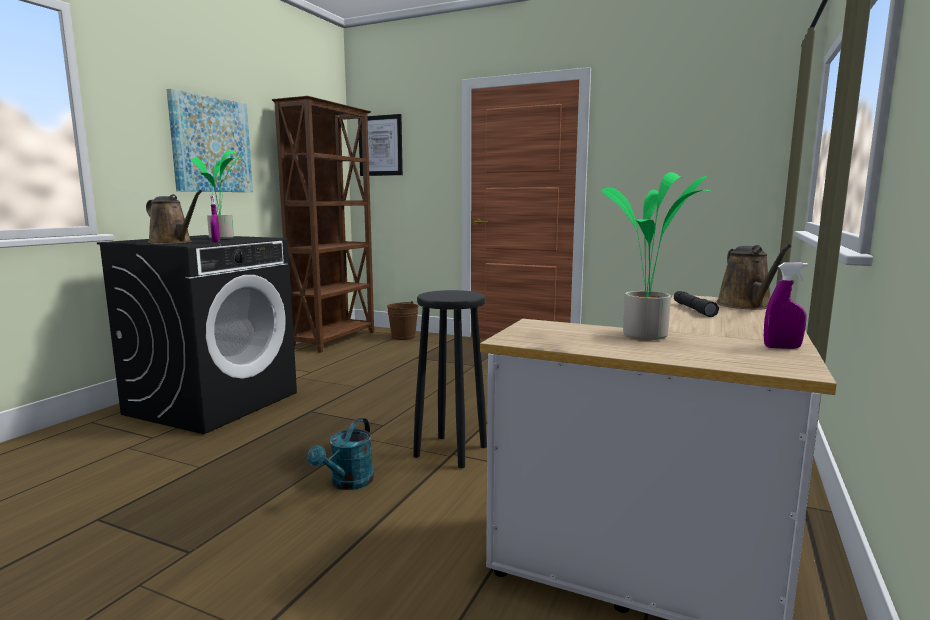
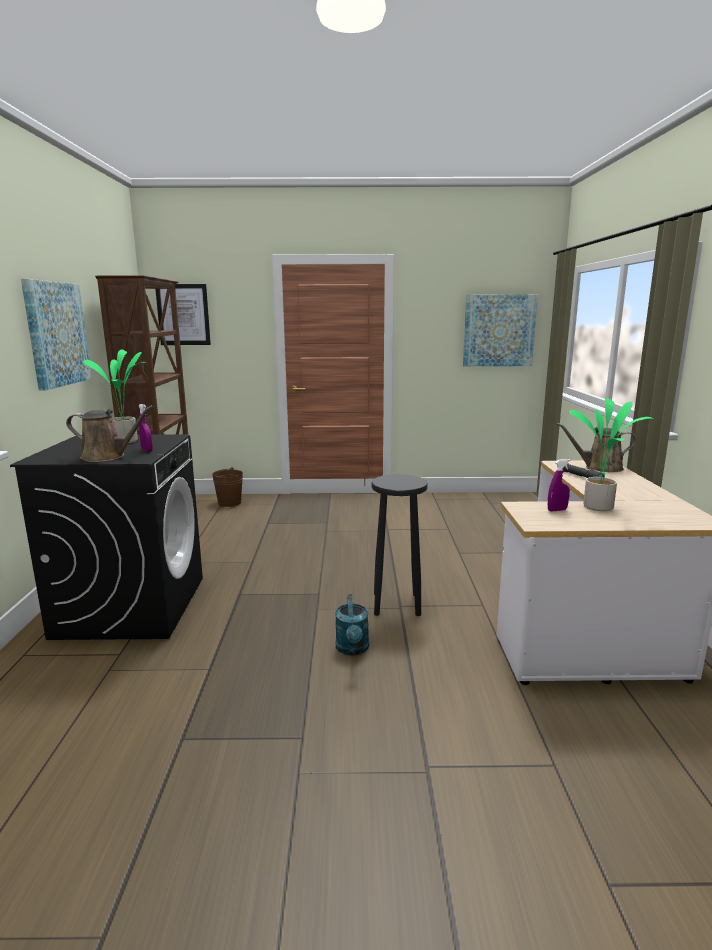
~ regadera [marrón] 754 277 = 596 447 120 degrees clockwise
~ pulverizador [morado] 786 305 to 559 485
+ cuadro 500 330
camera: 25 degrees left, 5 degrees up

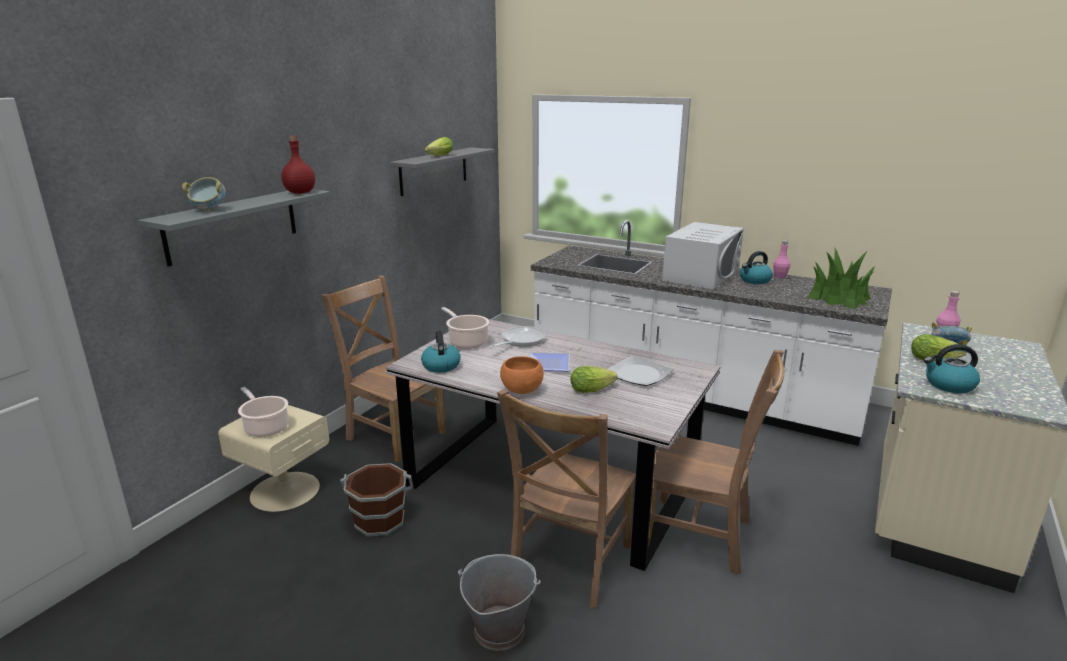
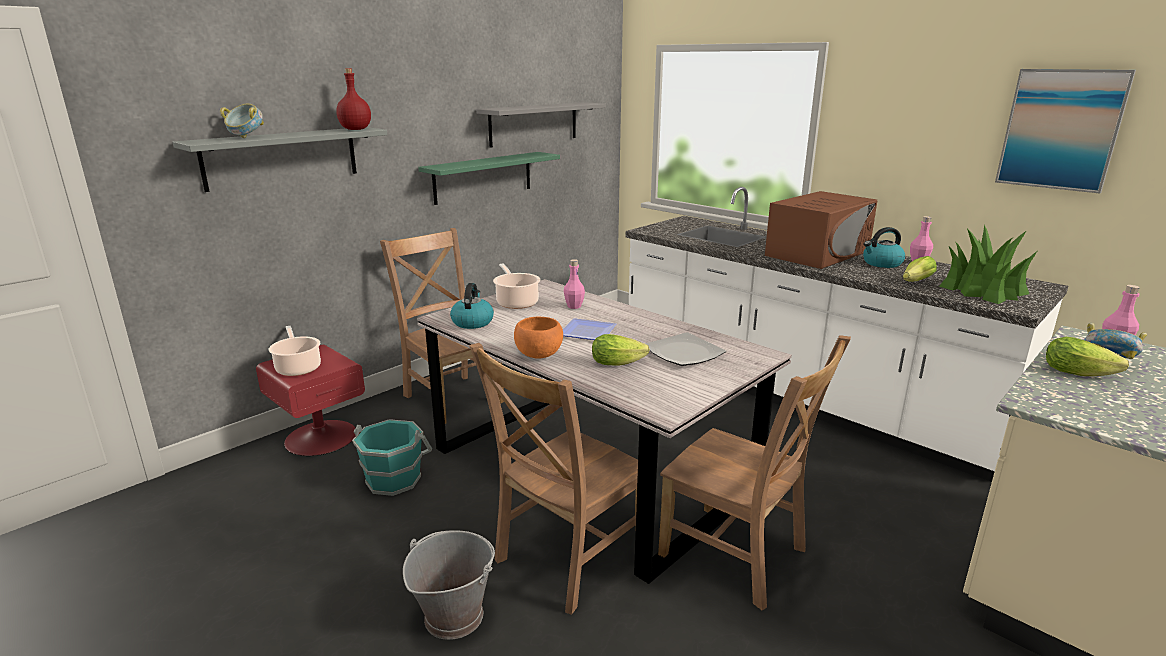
~ lechuga 439 146 to 920 269
~ microondas [blanco] 702 255 to microondas [marrón] 821 230
~ sartén 518 337 to botella [rosa] 574 284
- hervidor 952 368
~ mesita de noche [beis] 273 458 to mesita de noche [rojo] 310 400
~ cubo [marrón] 376 499 to cubo [turquesa] 392 457
+ cuadro 1065 131
+ estante [verde] 489 178
camera: 15 degrees right, 0 degrees up

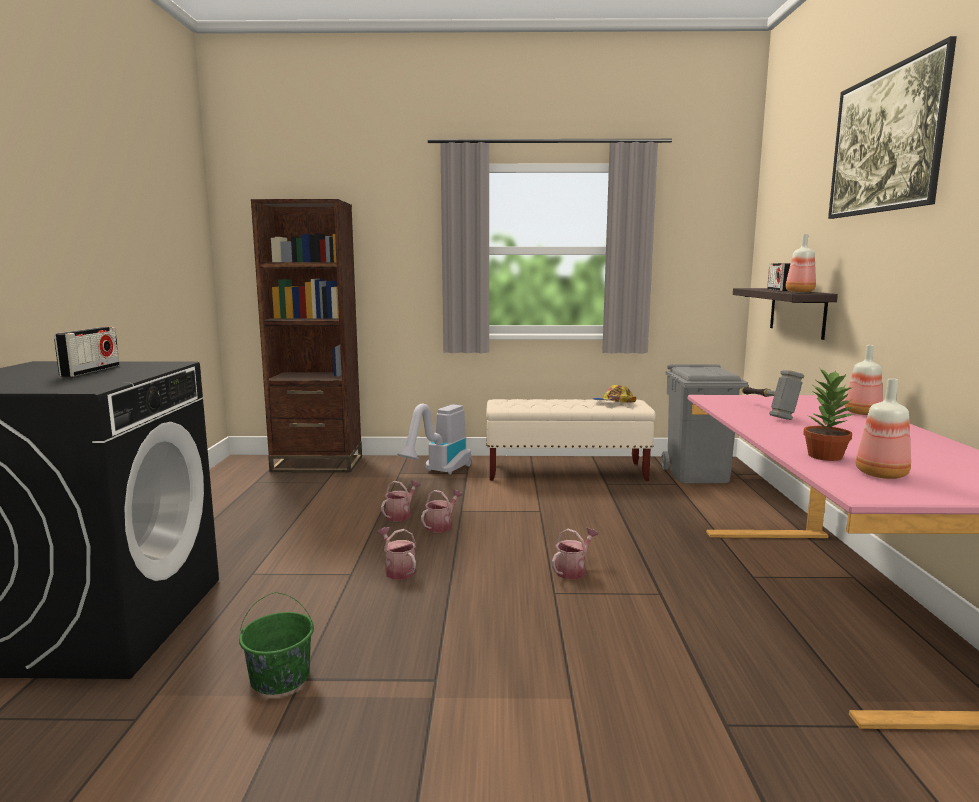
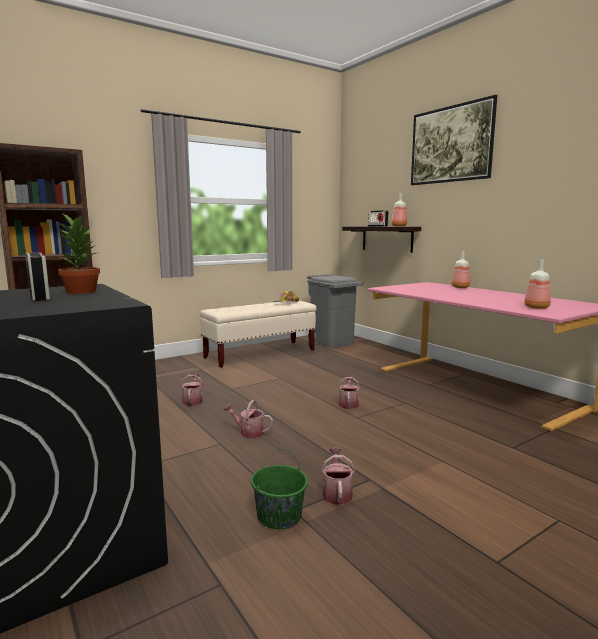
~ planta en maceta 828 415 to 79 253
- martillo 773 395
- aspiradora 434 439
~ regadera 441 511 to 338 476
camera: 35 degrees left, 0 degrees up

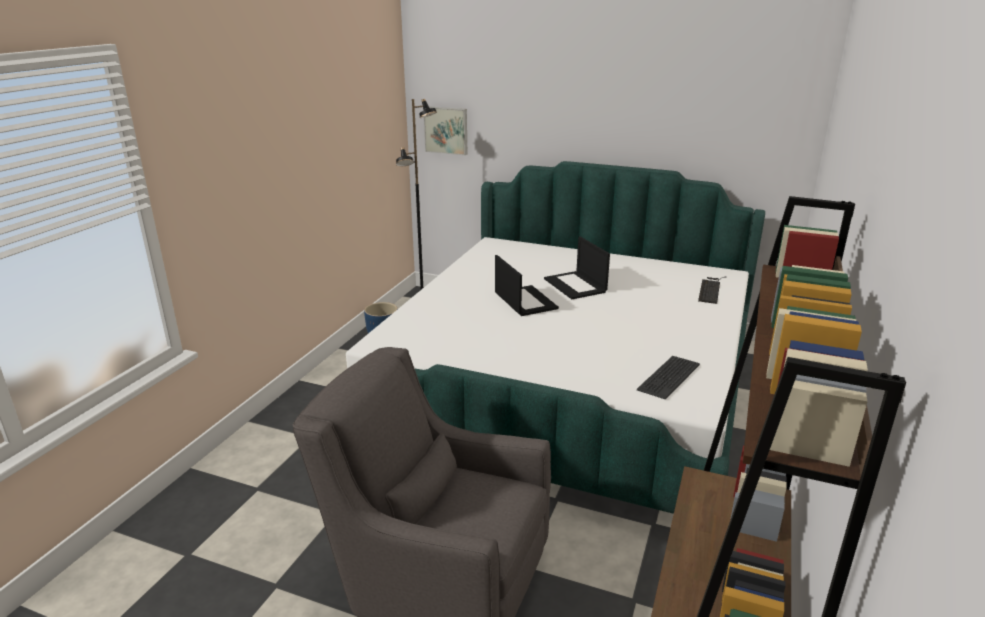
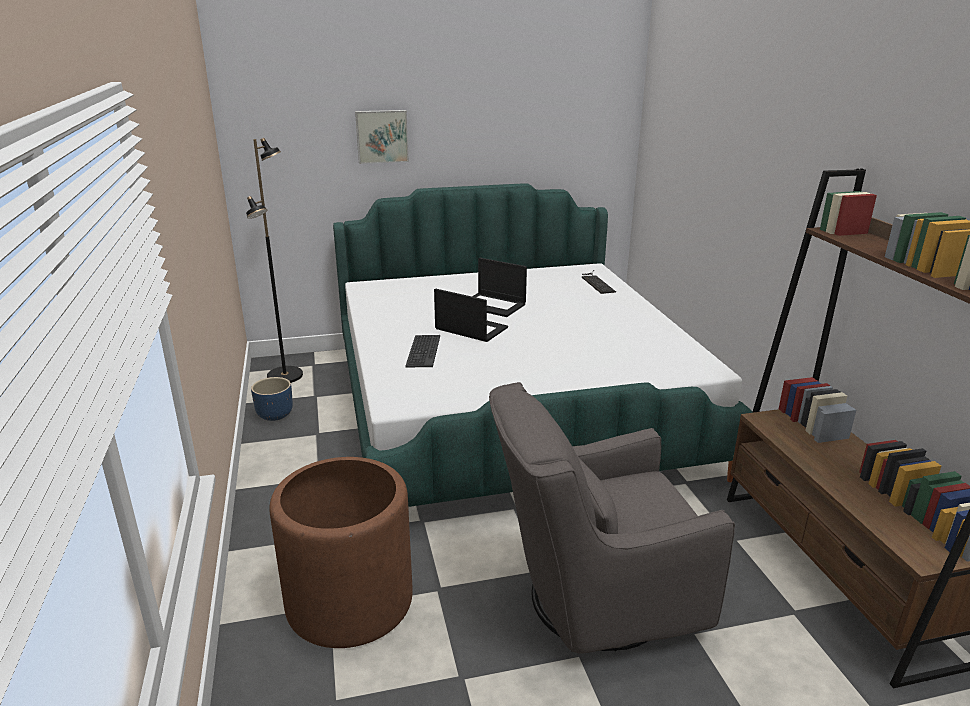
~ cuadro 445 130 to 382 137
~ teclado 668 378 to 422 351
+ maceta [marrón] 341 552
camera: 35 degrees left, 0 degrees up

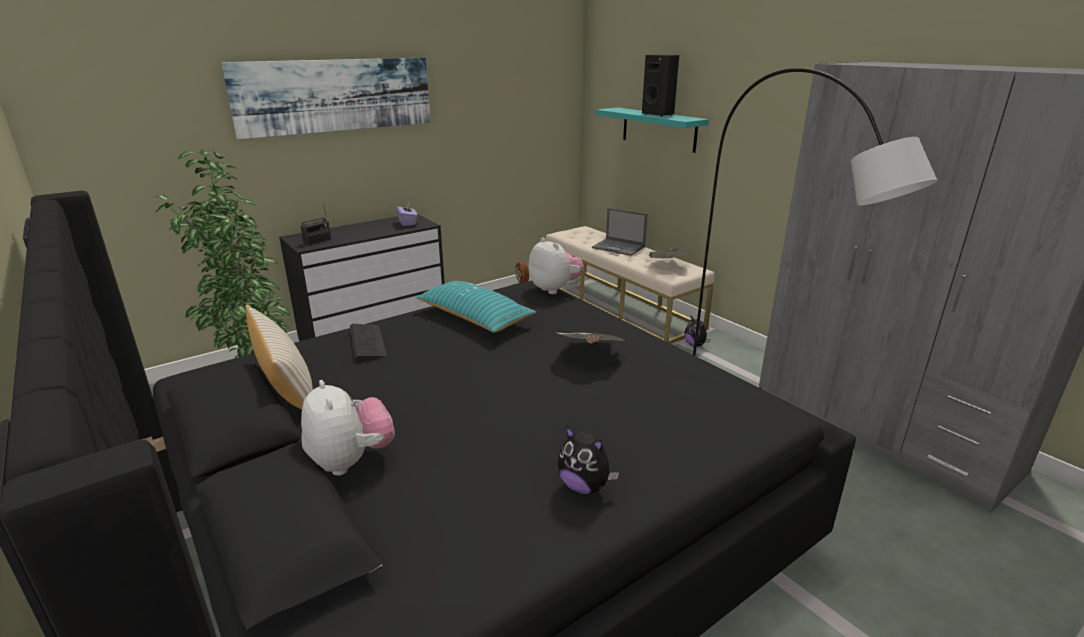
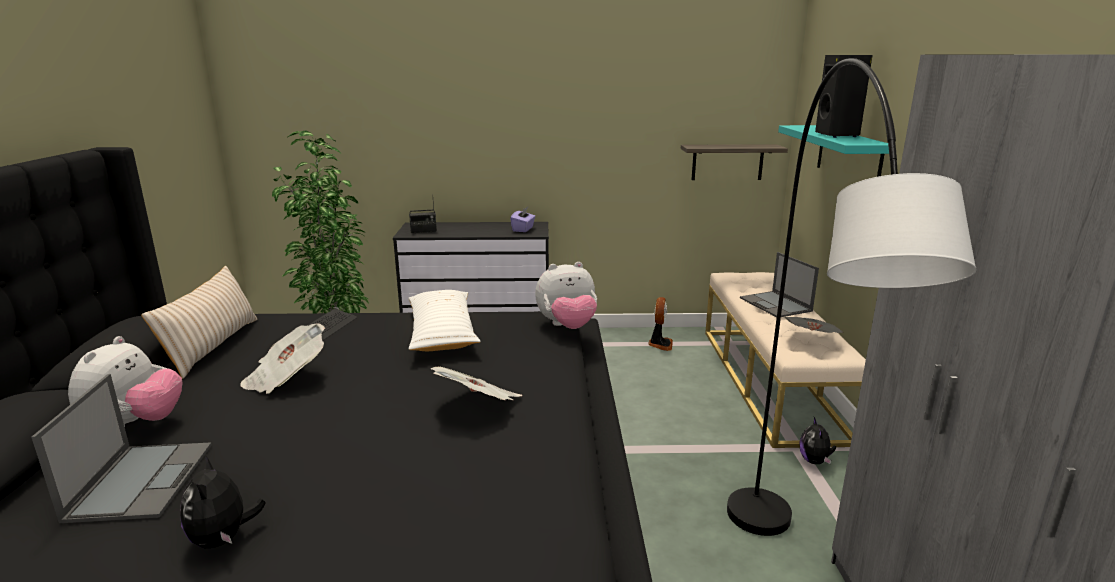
- cuadro 325 98
~ peluche 556 265 = 566 295 75 degrees clockwise
~ cojín [turquesa] 475 307 to cojín [blanco] 444 320
+ estante 734 162
+ periódico 282 358
+ portátil 121 448
camera: 35 degrees right, 5 degrees down

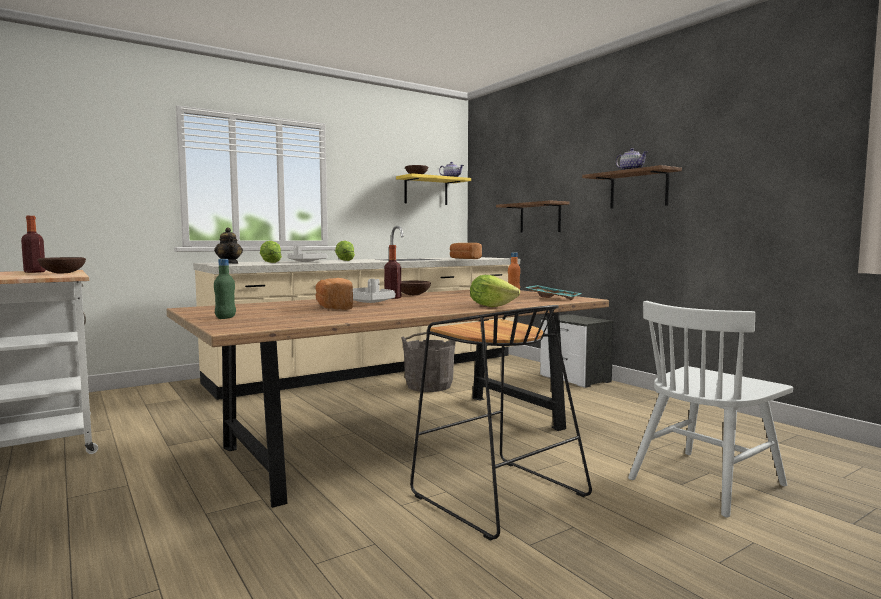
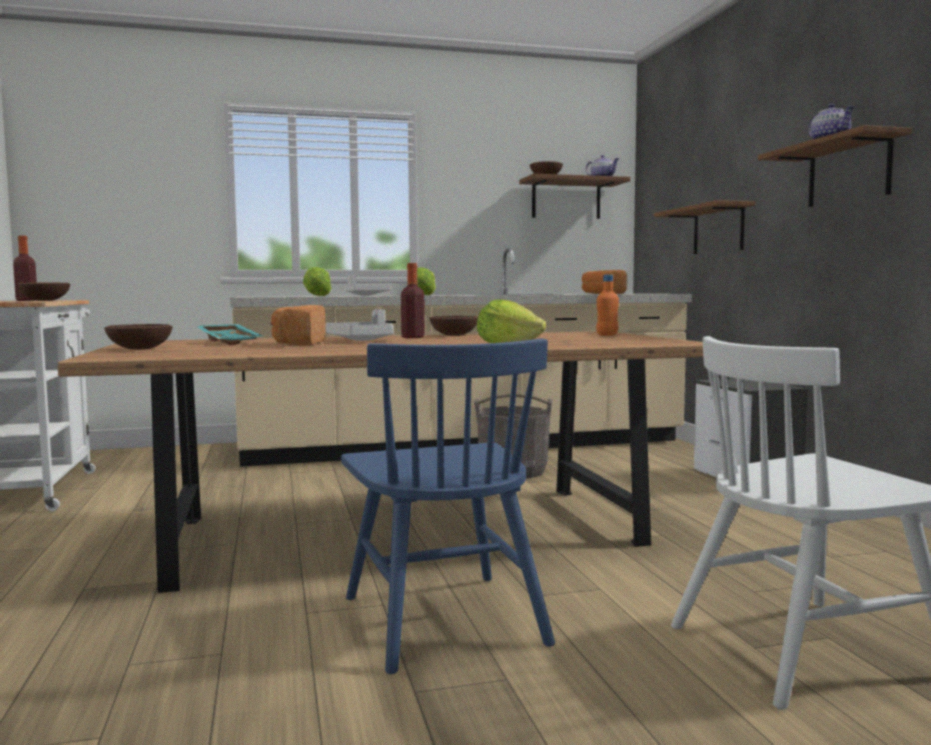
~ estante [amarillo] 433 189 to estante [marrón] 575 196
- tetera 228 245
~ botella [verde] 225 289 to cuenco [marrón] 138 337
~ bandeja [turquesa] 553 292 to 230 334
~ taburete [negro] 501 423 to silla [azul] 448 506
camera: 20 degrees right, 0 degrees up

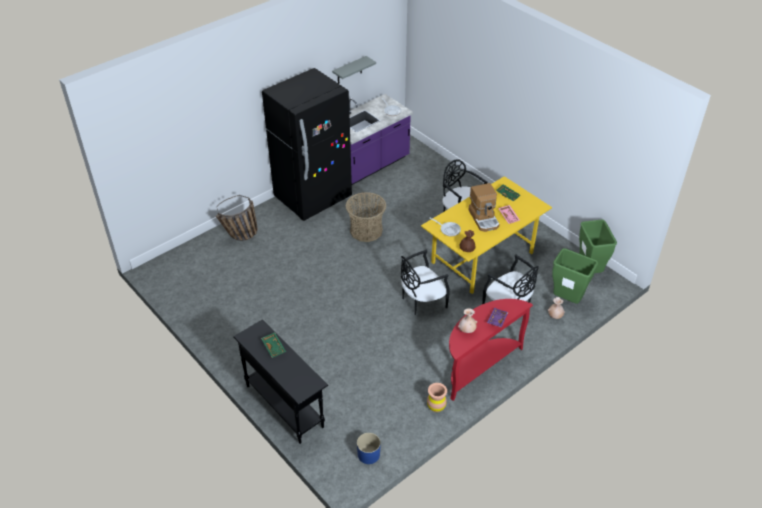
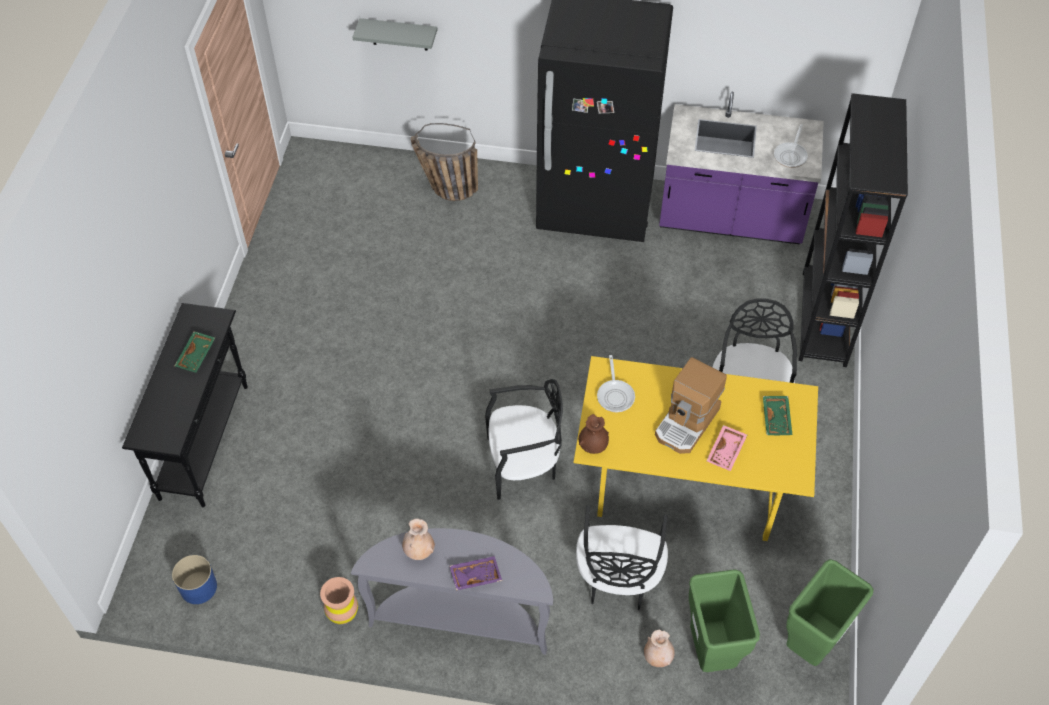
~ estante [gris] 354 70 to 394 34
- cesta 365 217
~ silla [negro] 425 282 = 524 439 150 degrees clockwise
~ mesa consola [rojo] 491 350 to mesa consola [gris] 452 591
+ estantería [negro] 853 230
camera: 50 degrees right, 10 degrees up

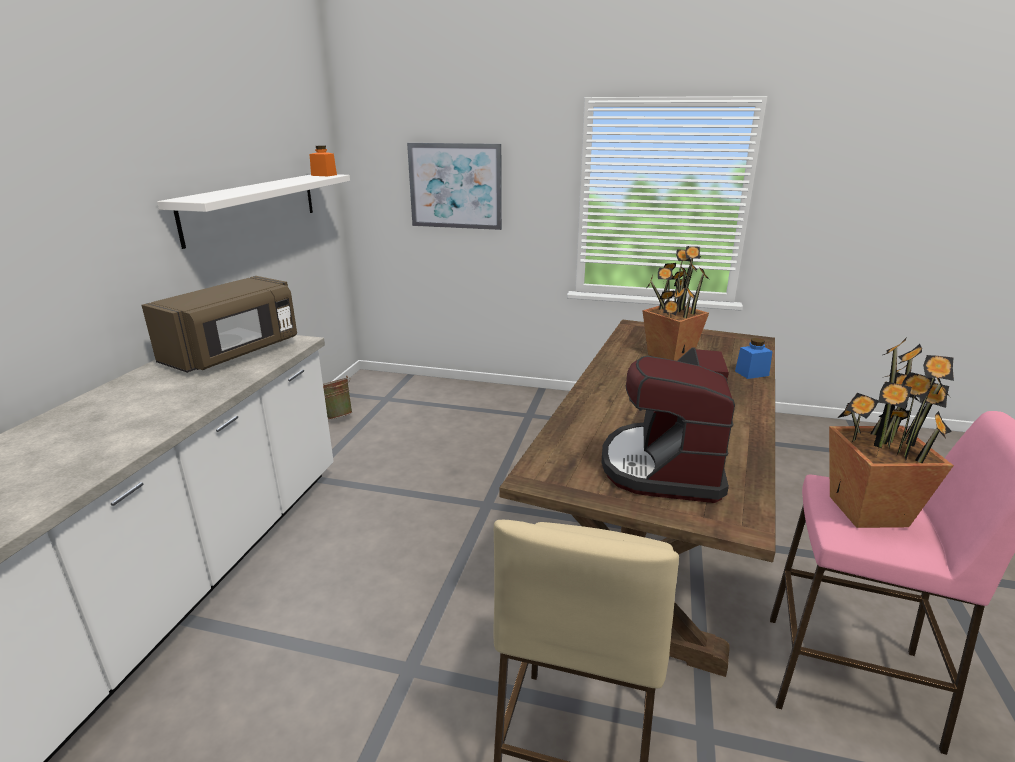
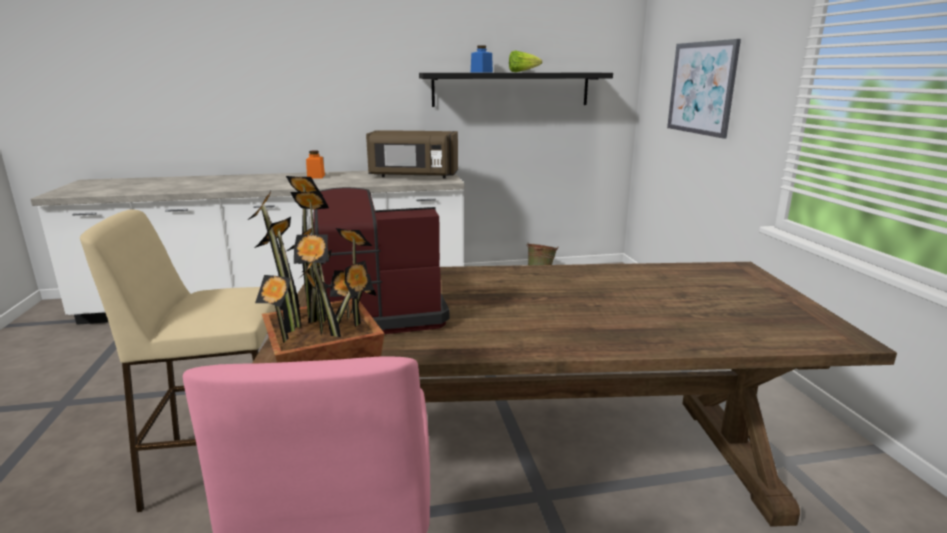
~ tarro [naranja] 323 161 to 315 164
~ estante [blanco] 253 211 to estante [negro] 516 90
- planta en maceta 675 303
~ tarro [azul] 754 358 to 482 58
+ lechuga 525 61
camera: 65 degrees right, 5 degrees down

